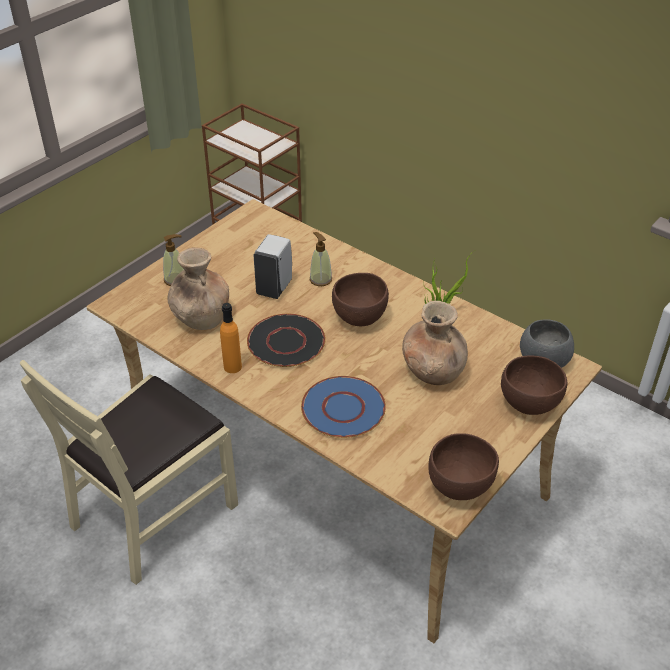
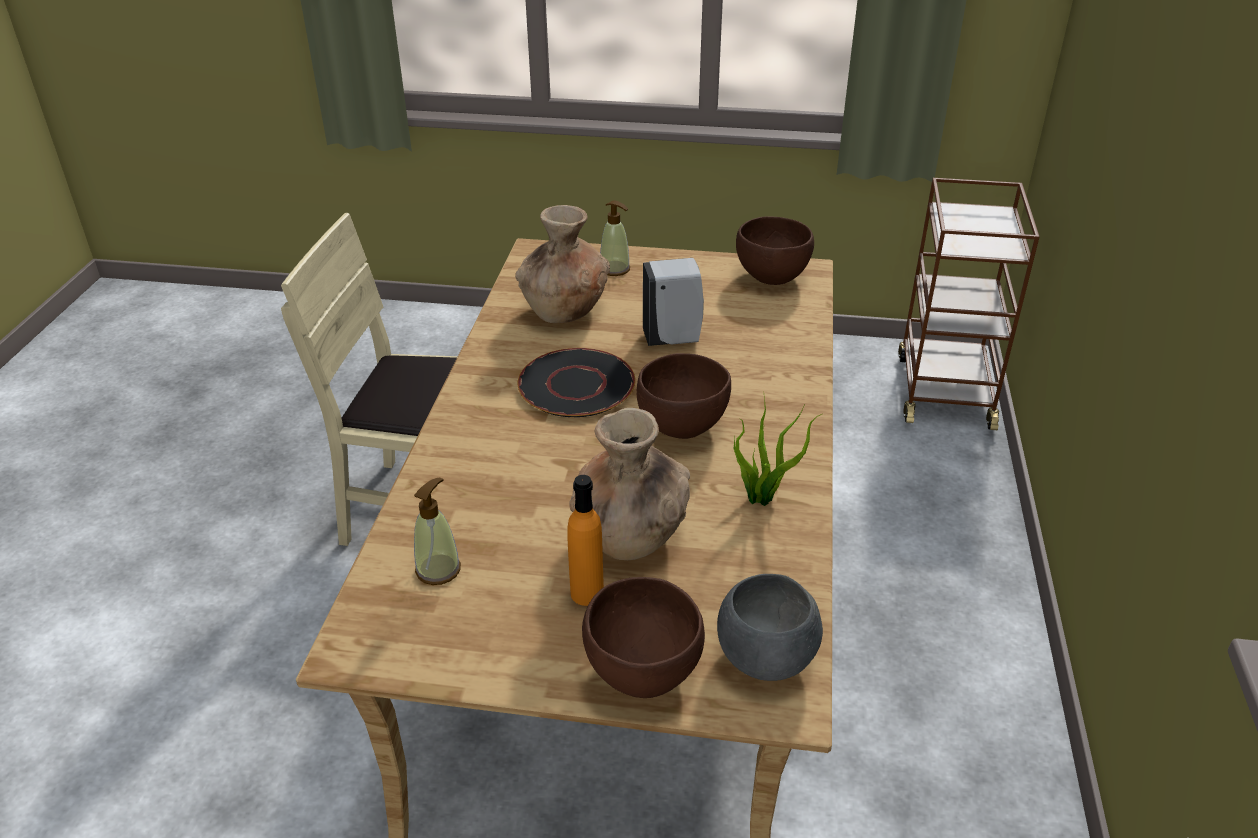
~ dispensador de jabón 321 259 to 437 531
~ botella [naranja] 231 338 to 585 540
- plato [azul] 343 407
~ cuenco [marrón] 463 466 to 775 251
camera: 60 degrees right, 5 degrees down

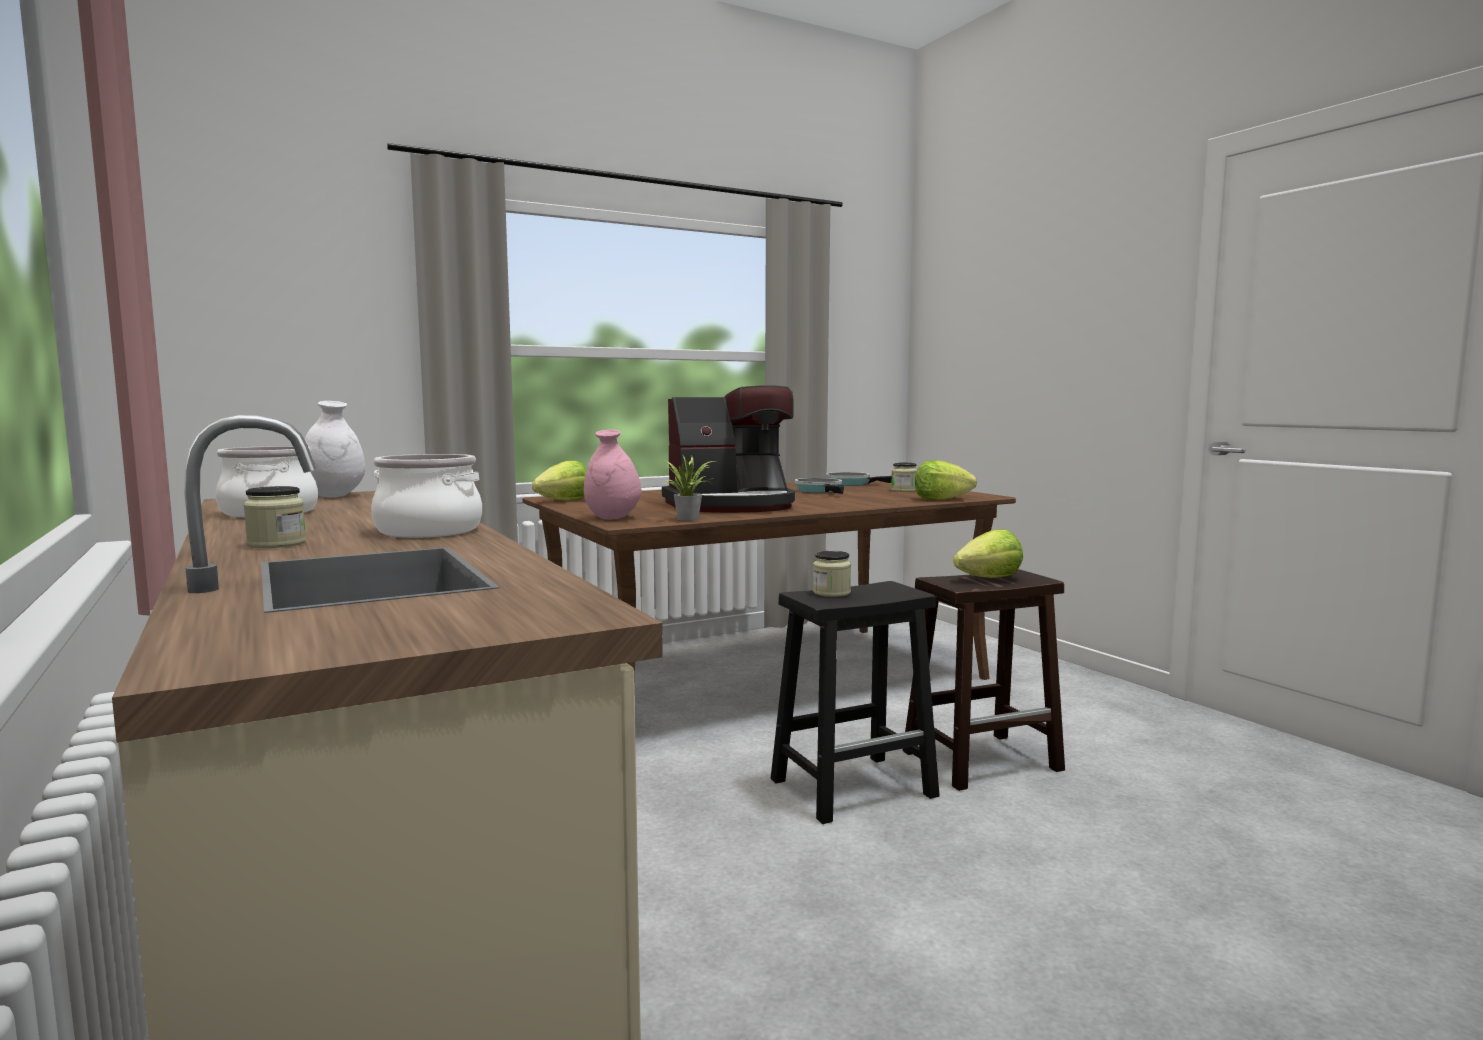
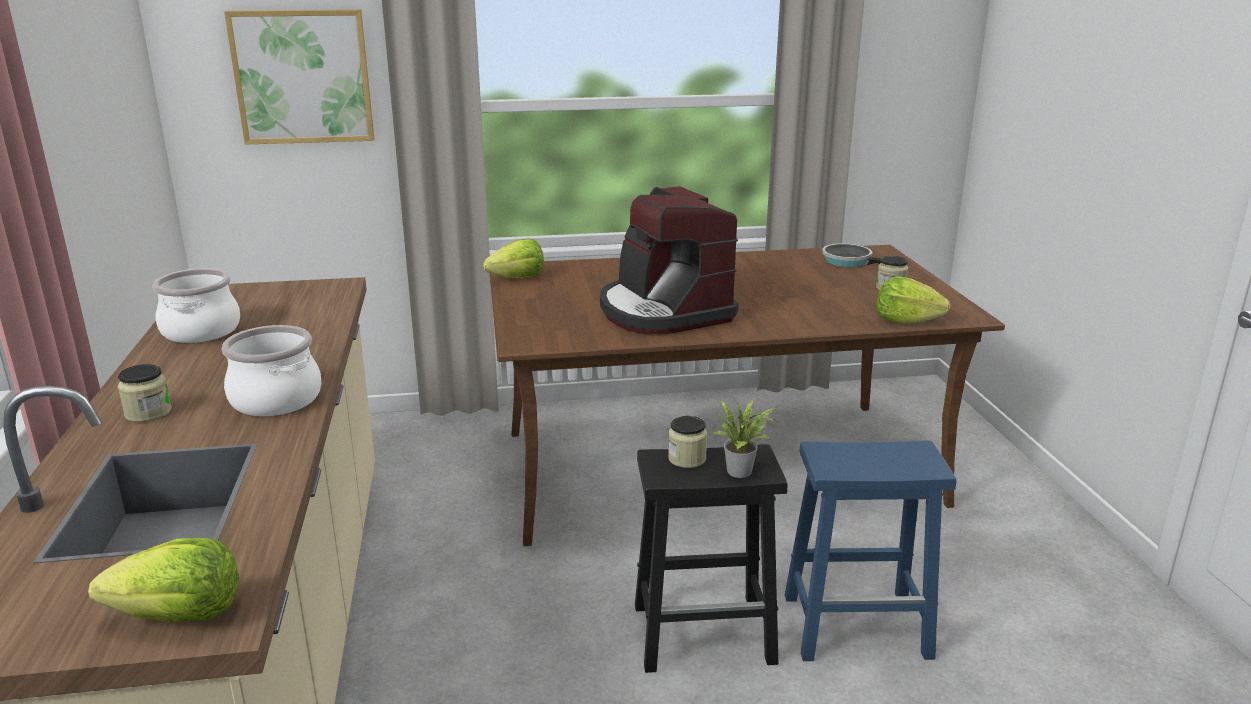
~ cafetera 728 449 = 669 260 60 degrees clockwise
- florero [blanco] 335 449
- florero [rosa] 613 475
~ planta en maceta 691 487 to 743 439
- sartén 819 486
~ lechuga 988 553 to 163 580
~ taburete [marrón] 984 680 to taburete [azul] 870 551
+ cuadro 299 77
camera: 20 degrees right, 15 degrees up

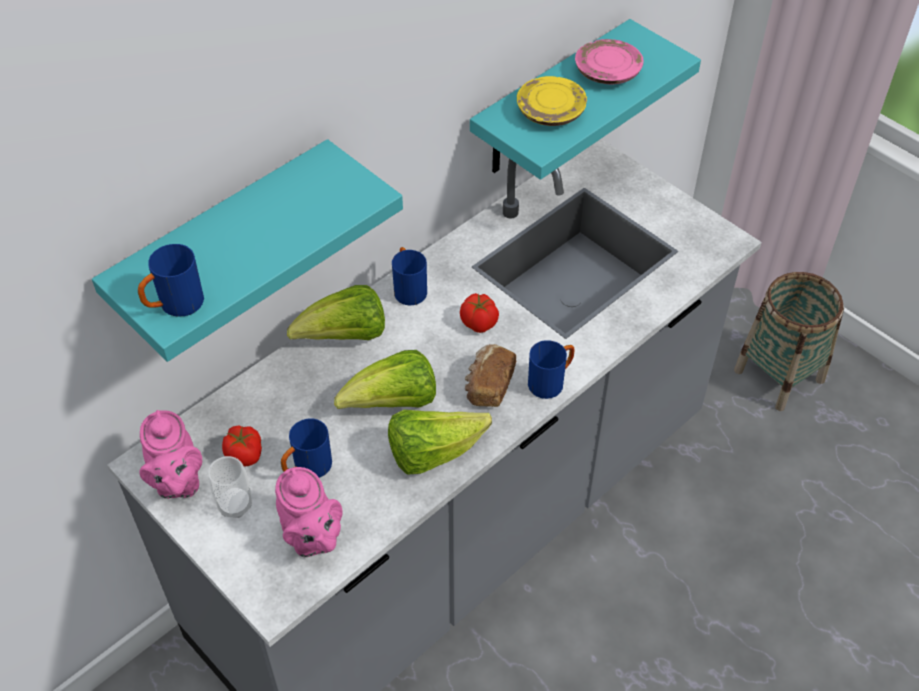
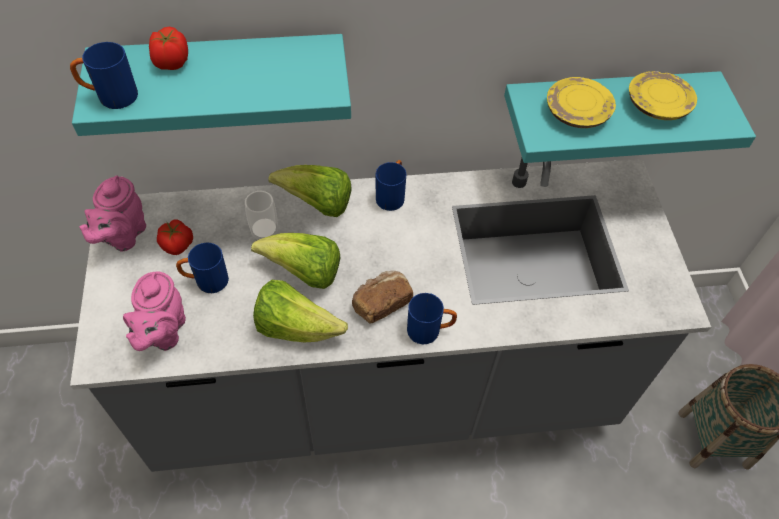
~ plato [rosa] 609 61 to plato [amarillo] 663 95
~ tomate 479 313 to 168 48
~ taza 230 487 to 261 215
camera: 35 degrees right, 5 degrees up

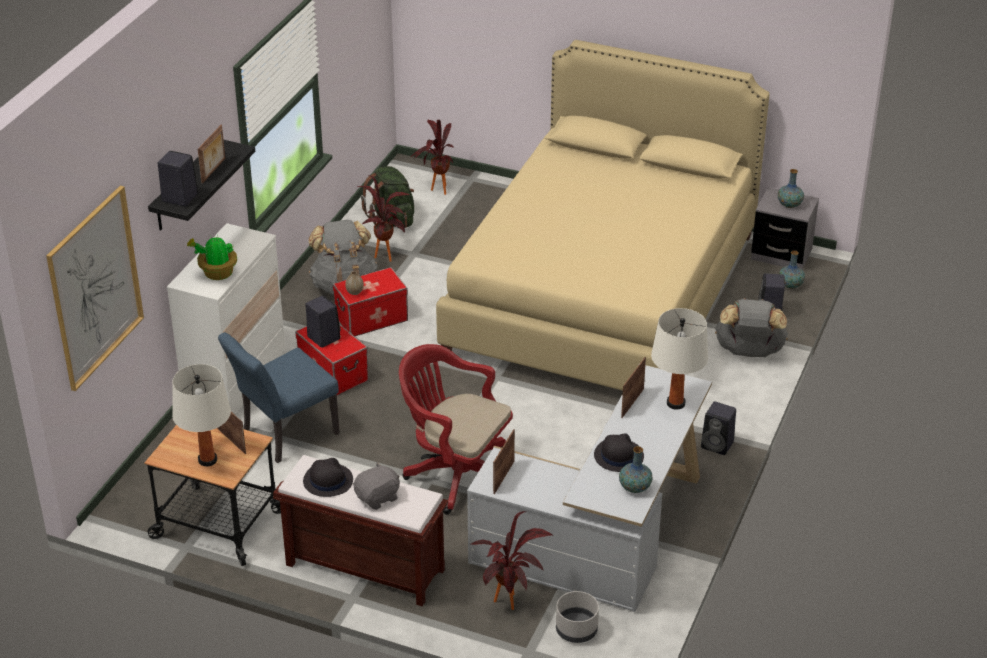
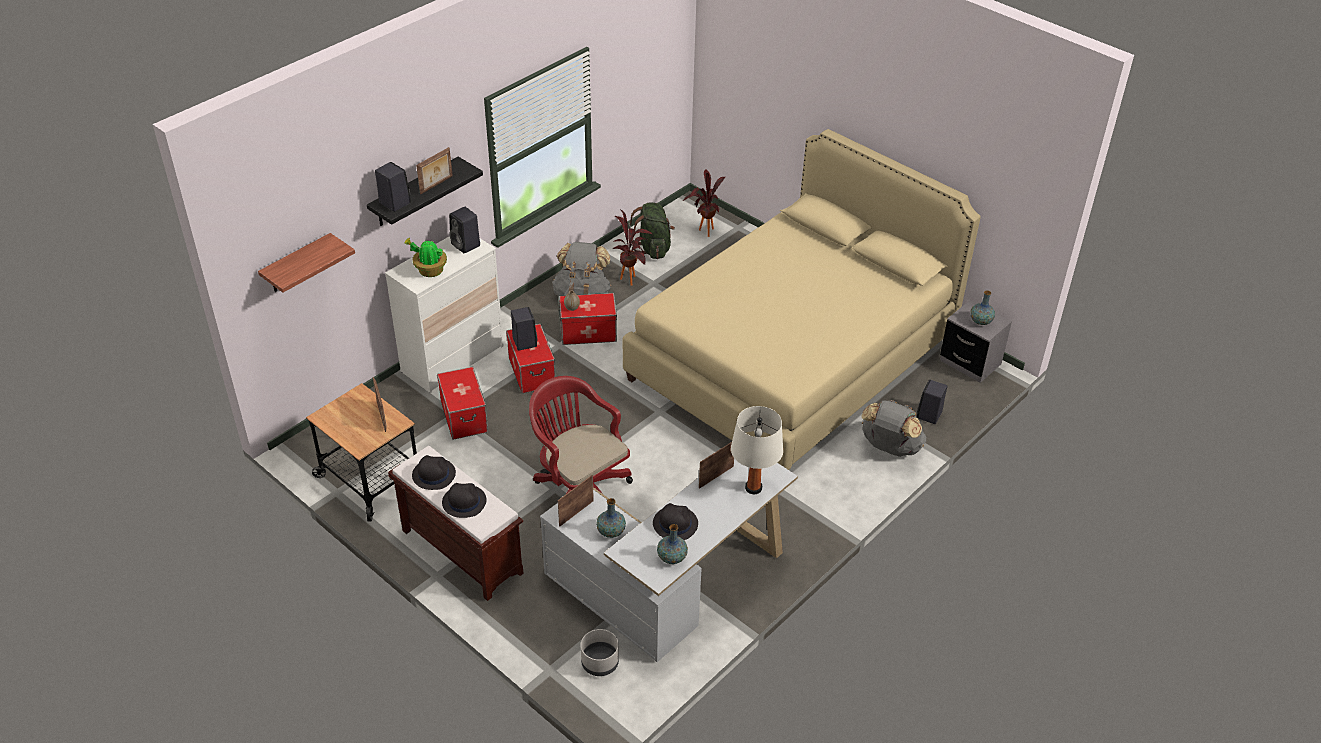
~ cuadro 95 288 to estante 306 263
~ florero 792 269 to 611 518
~ silla [azul] 279 397 to caja de almacenaje 462 403
- lámpara de mesa [blanco] 201 415
~ altavoz [negro] 718 428 to 464 230
~ peluche [gris] 377 486 to sombrero [negro] 464 500
- planta en maceta 512 560
camera: 20 degrees right, 5 degrees up

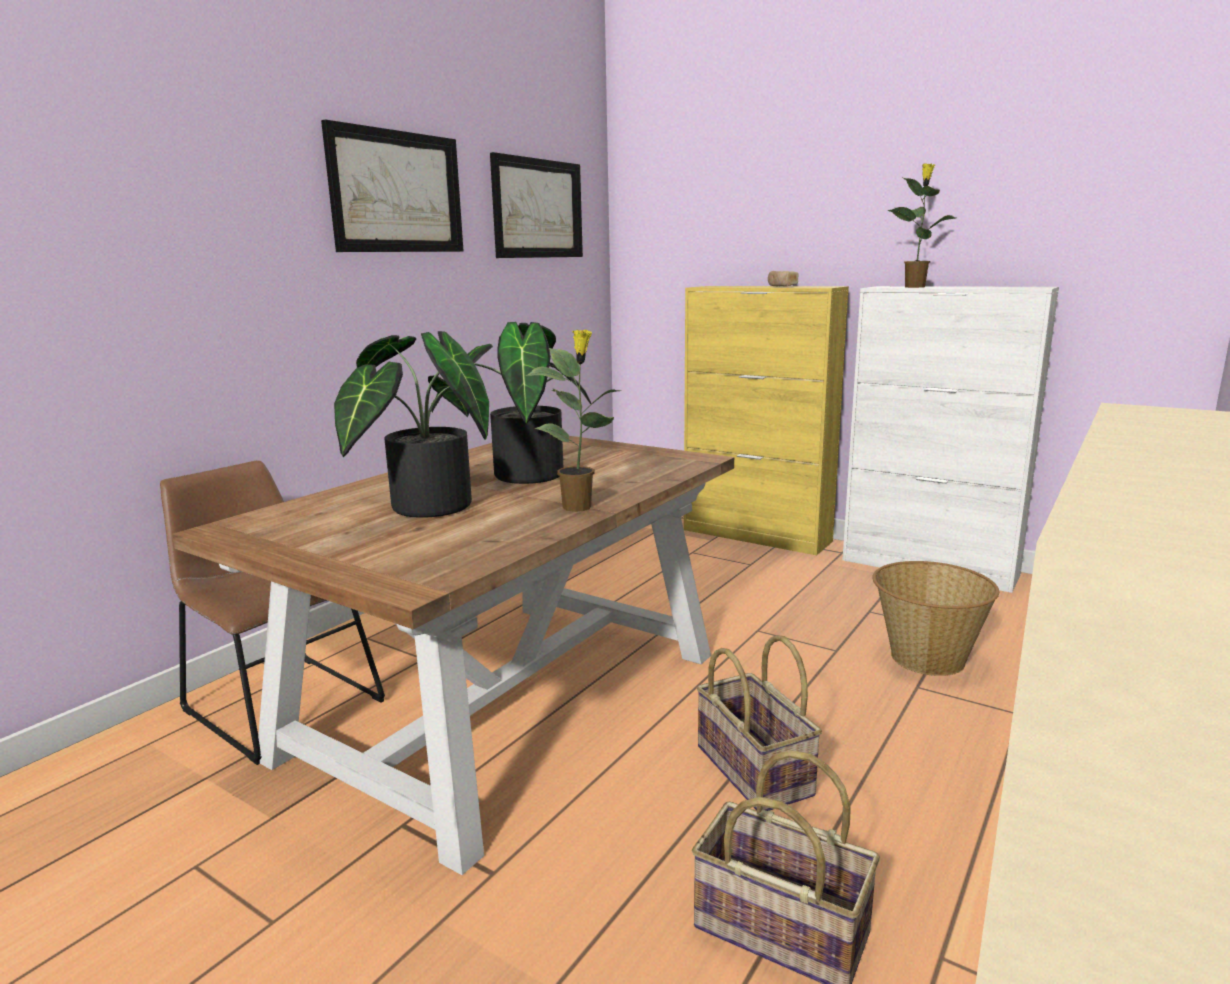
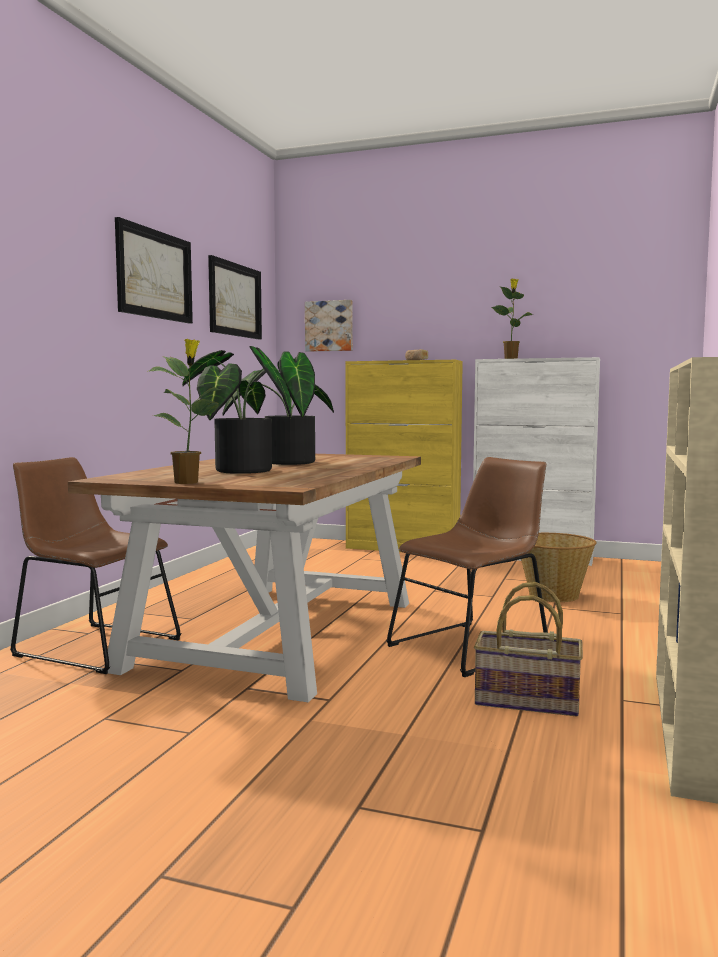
~ planta en maceta 574 420 to 185 411
~ cesta 759 723 to silla [marrón] 467 567
+ cuadro 329 326
camera: 15 degrees left, 10 degrees down

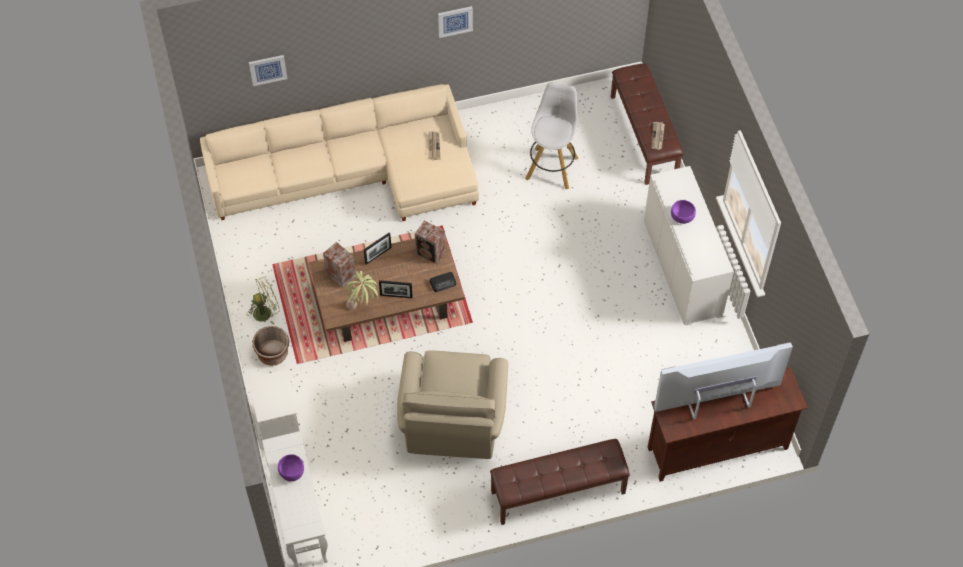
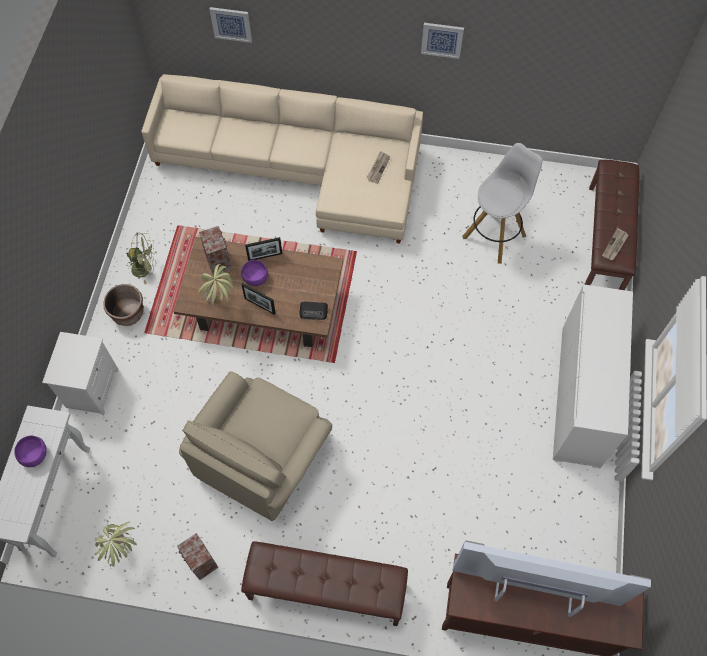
~ cuenco [morado] 683 212 to 254 273
~ altavoz 430 242 to 197 556
+ planta en maceta 116 544
camera: 25 degrees right, 5 degrees up

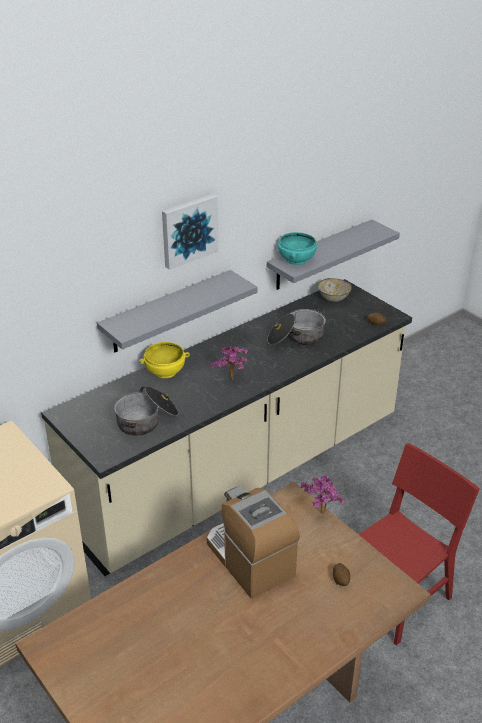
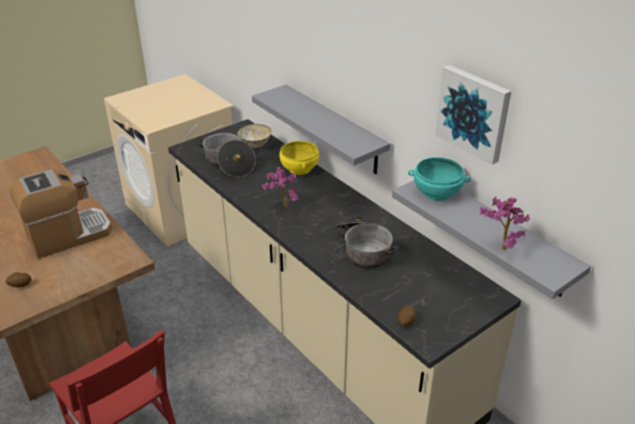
~ cuadro 190 232 to 473 115
~ cuenco 335 290 to 254 136
~ planta en maceta 322 494 to 505 224
camera: 90 degrees right, 0 degrees up

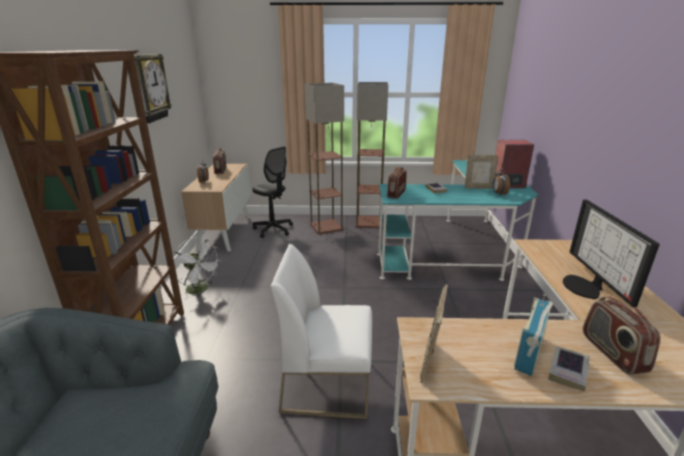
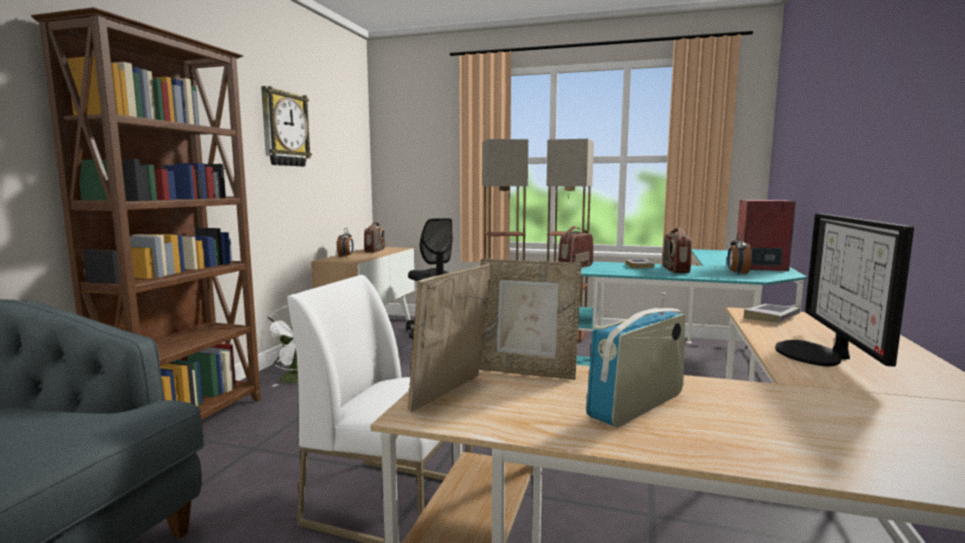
~ portarretratos 481 172 to 530 319
~ radio 622 336 to 677 250
~ libro 569 368 to 772 313
camera: 15 degrees right, 15 degrees down

